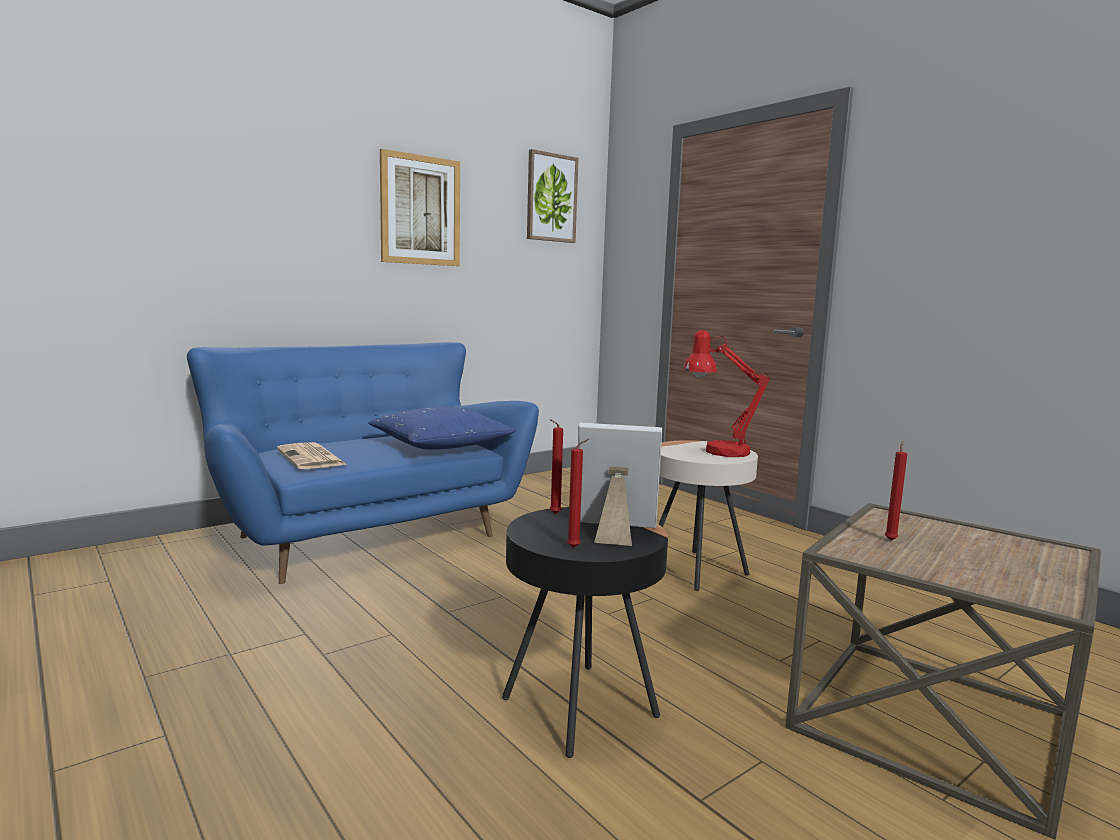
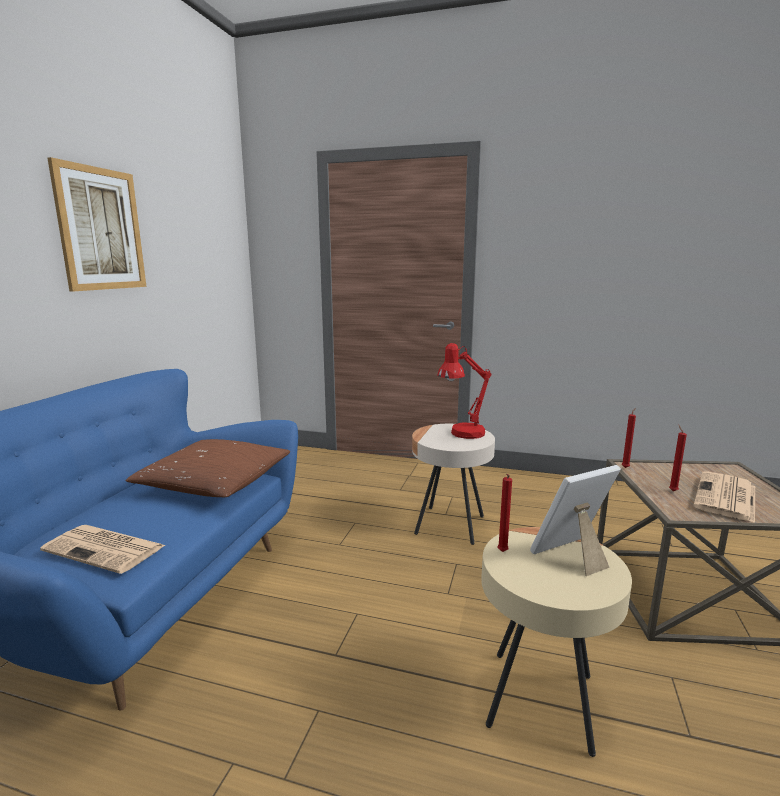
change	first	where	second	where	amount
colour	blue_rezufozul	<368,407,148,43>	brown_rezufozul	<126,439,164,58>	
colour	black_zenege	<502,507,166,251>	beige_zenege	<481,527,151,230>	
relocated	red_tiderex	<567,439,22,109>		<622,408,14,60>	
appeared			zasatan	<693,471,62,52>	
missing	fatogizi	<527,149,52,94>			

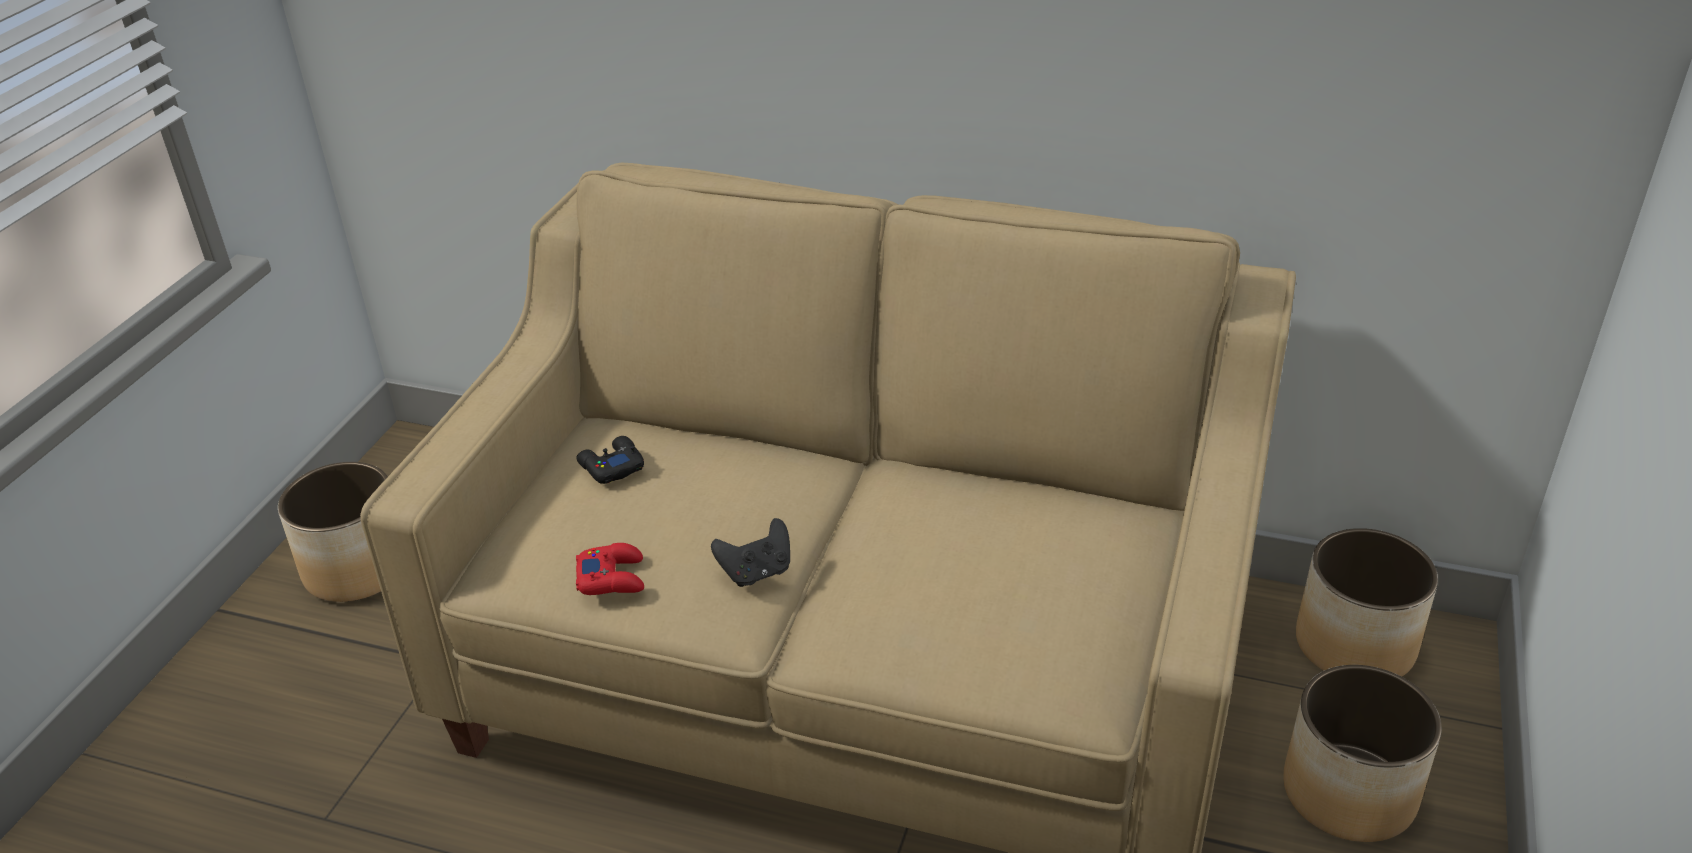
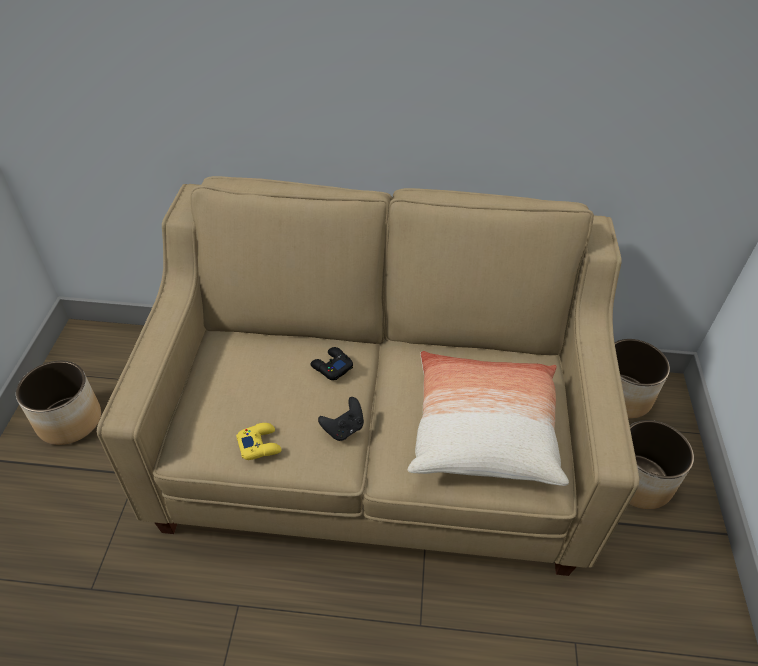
change	first	where	second	where	amount
colour	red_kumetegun	<576,543,68,52>	yellow_kumetegun	<236,423,46,37>	
relocated	black_kumetegun	<577,436,67,48>		<310,347,43,33>	
appeared			rezufozul	<408,351,161,135>	

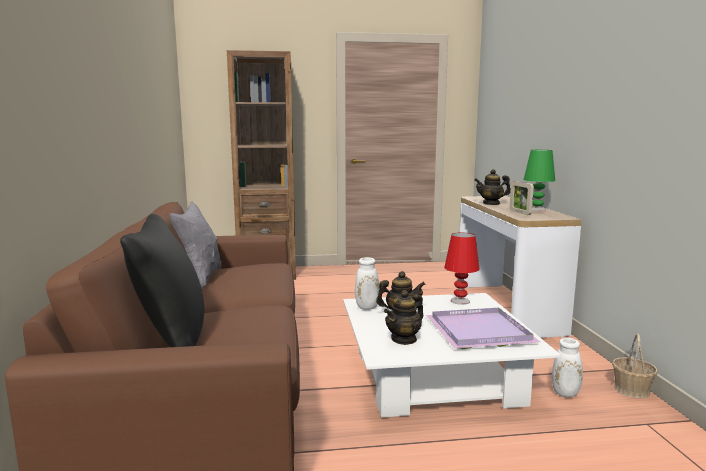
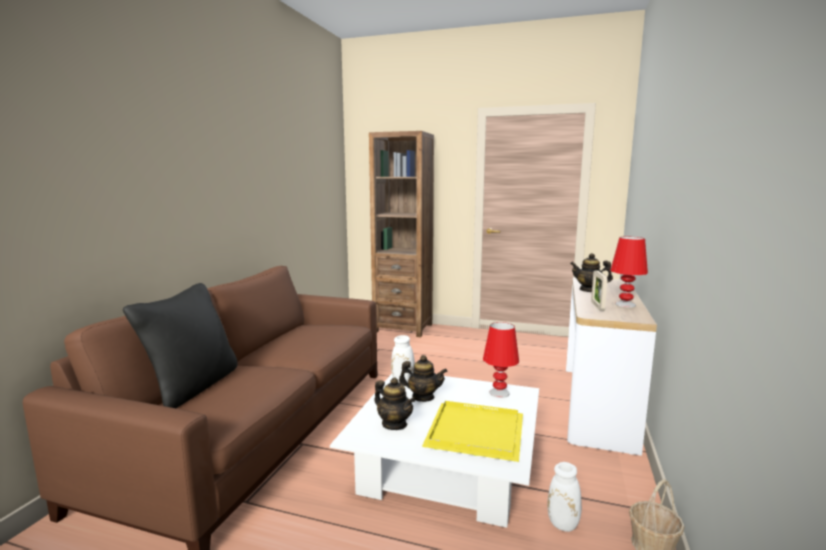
change	first	where	second	where	amount
spun	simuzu	<384,290,39,55>		<374,378,41,52>	120 degrees counterclockwise
colour	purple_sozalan	<426,308,114,42>	yellow_sozalan	<422,401,101,61>	
colour	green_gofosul	<523,150,32,62>	red_gofosul	<610,236,38,72>	
missing	grey_rezufozul	<170,201,51,88>			

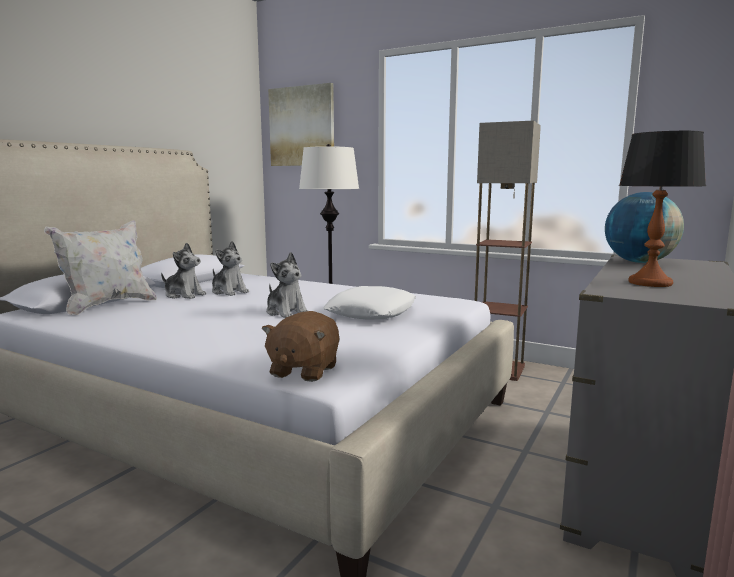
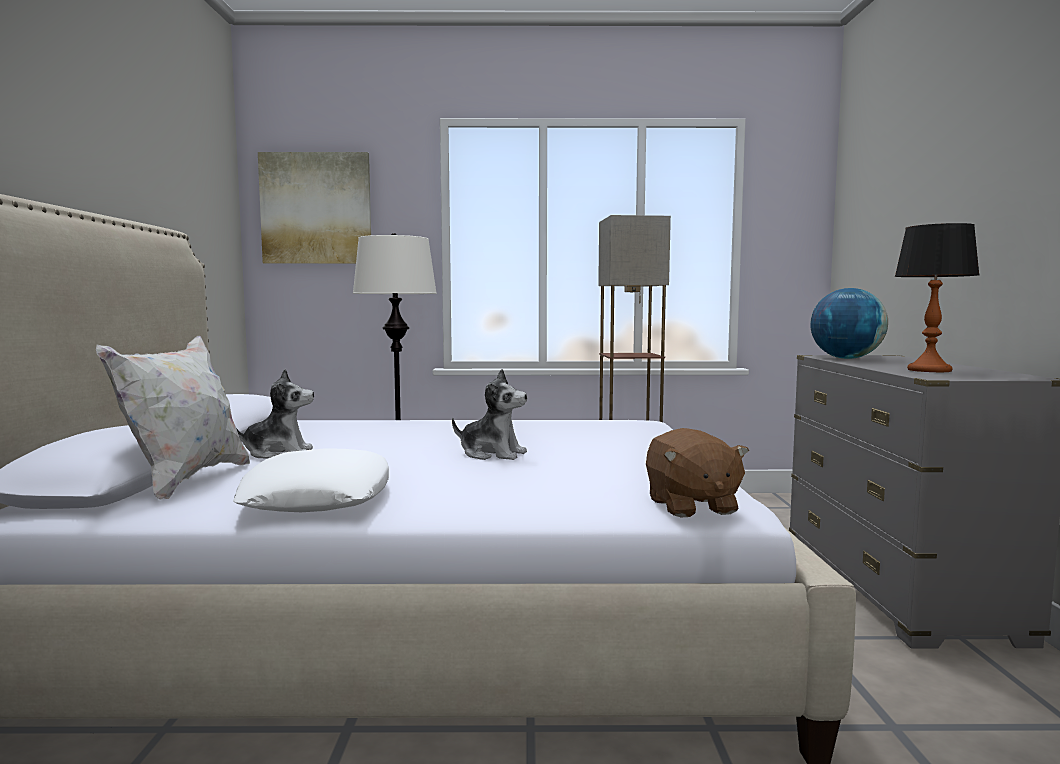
change	first	where	second	where	amount
relocated	white_rezufozul	<323,286,93,33>		<233,448,156,64>	
missing	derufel	<212,241,37,55>			

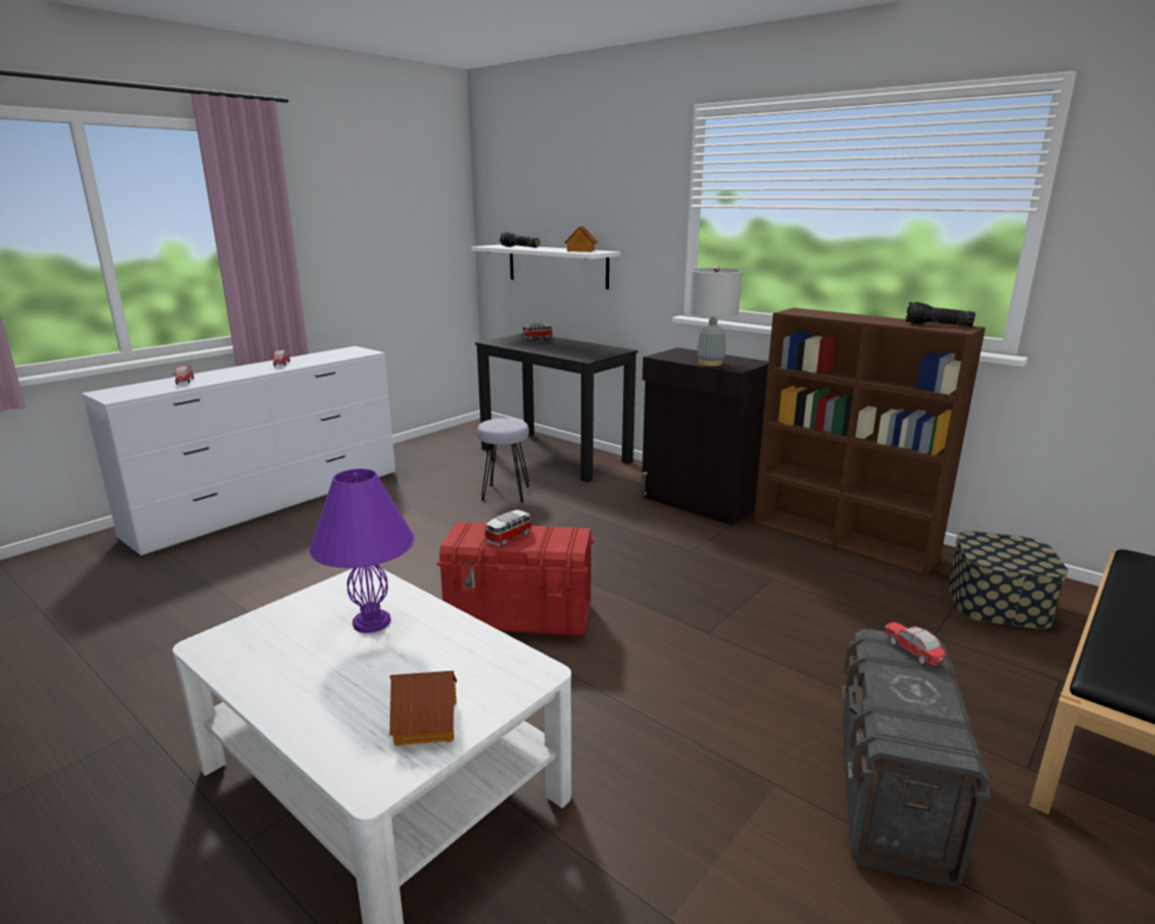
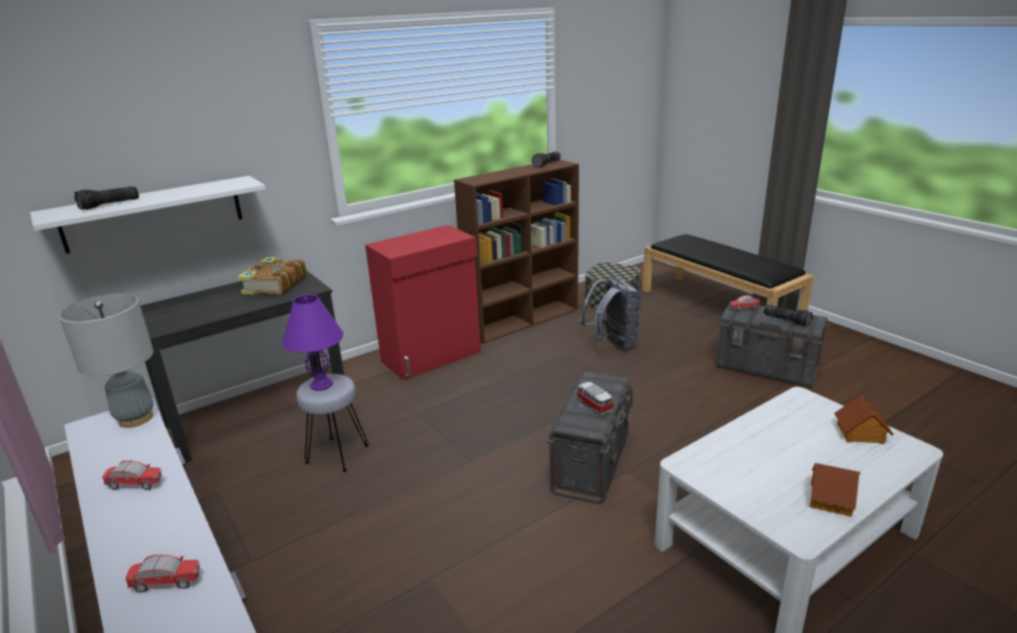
change	first	where	second	where	amount
relocated	grey_gofosul	<689,266,53,100>		<59,293,95,135>	
appeared			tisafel	<238,257,69,38>	
relocated	purple_gofosul	<309,469,106,164>		<282,294,62,97>	
colour	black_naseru	<641,348,128,177>	red_naseru	<365,225,116,155>	
colour	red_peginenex	<437,522,157,115>	grey_peginenex	<547,372,86,132>	
appeared			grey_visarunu	<580,277,61,74>	
appeared			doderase	<764,305,49,22>	
relocated	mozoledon	<564,226,34,26>		<810,463,50,54>	
missing	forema	<521,323,32,17>			

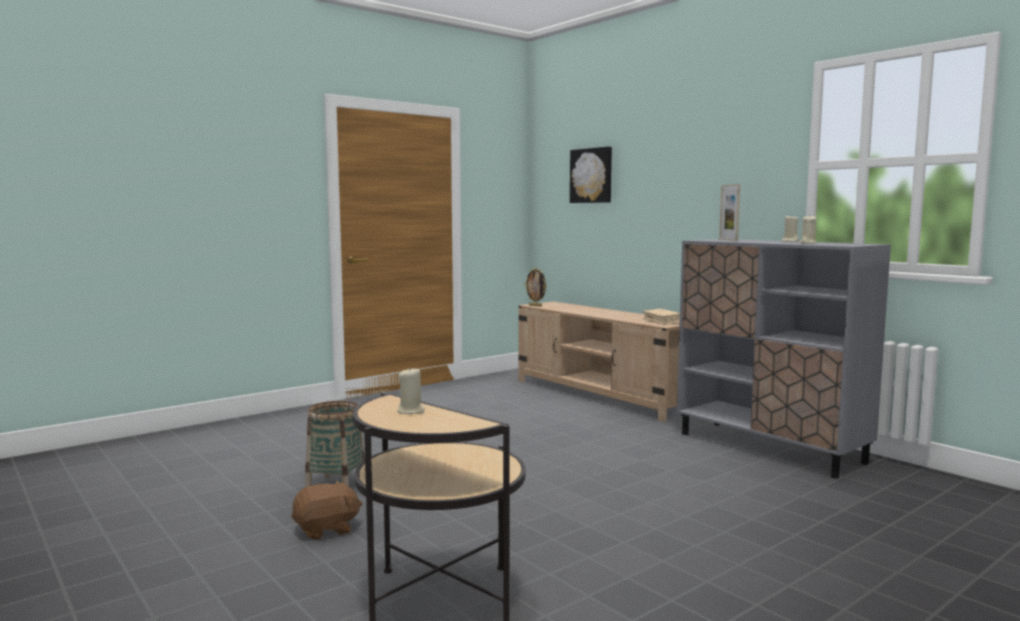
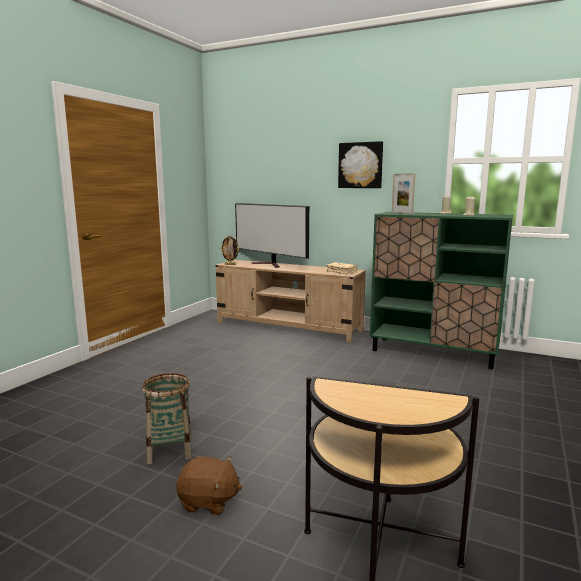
change	first	where	second	where	amount
spun	brown_derufel	<291,480,71,60>		<176,456,66,59>	60 degrees clockwise
appeared			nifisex	<235,203,74,65>	
relocated	fatogizi	<570,147,42,56>		<338,141,45,47>	
colour	grey_naseru	<677,239,214,240>	green_naseru	<370,212,143,157>	
missing	beige_tiderex	<397,367,28,47>			

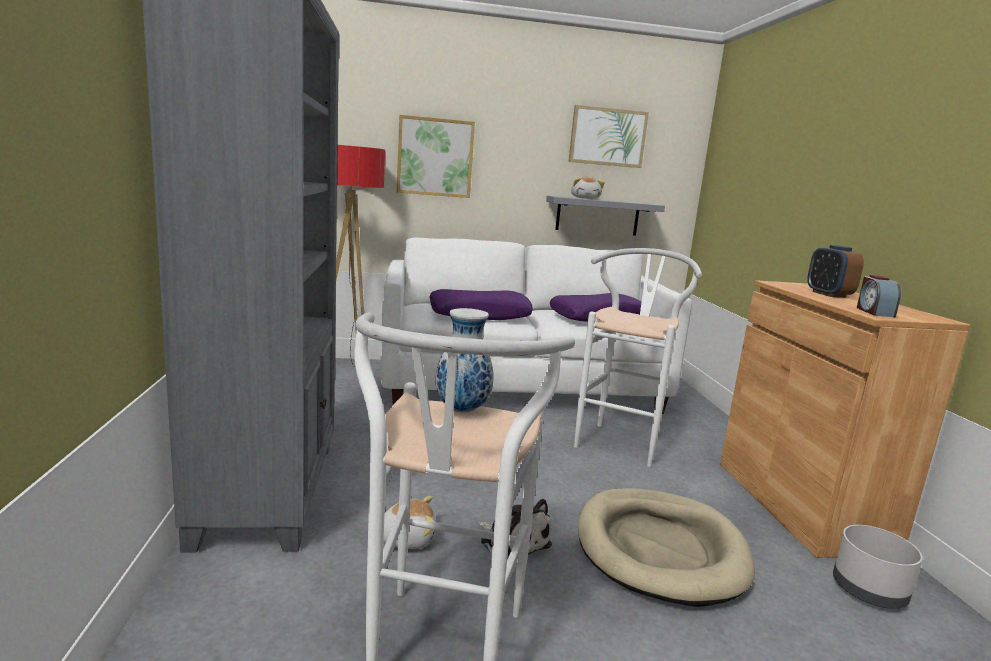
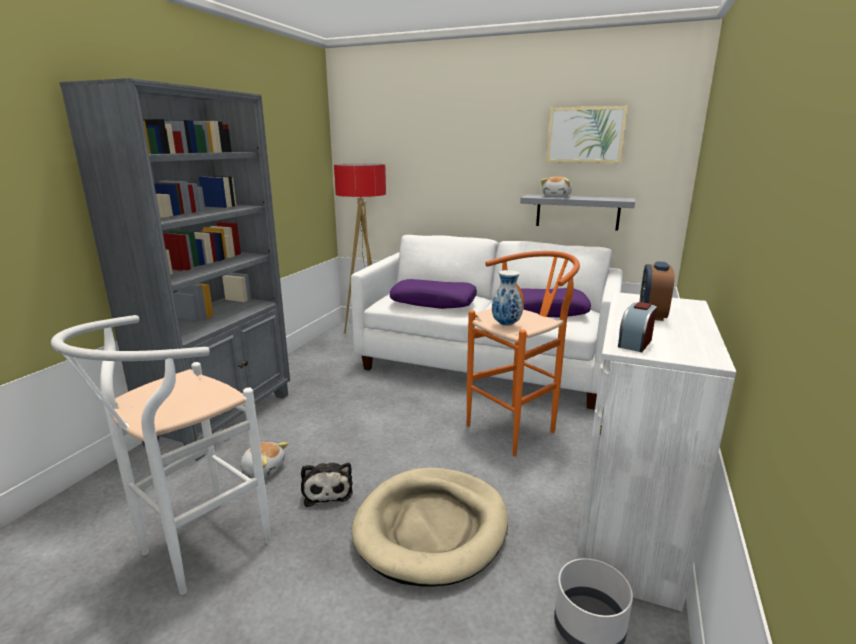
change	first	where	second	where	amount
colour	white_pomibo	<574,248,128,219>	orange_pomibo	<467,251,113,205>	
relocated	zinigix	<435,308,59,105>		<492,270,31,56>	
colour	brown_naseru	<720,280,250,278>	white_naseru	<576,292,160,320>	
missing	fatogizi	<397,115,78,83>			

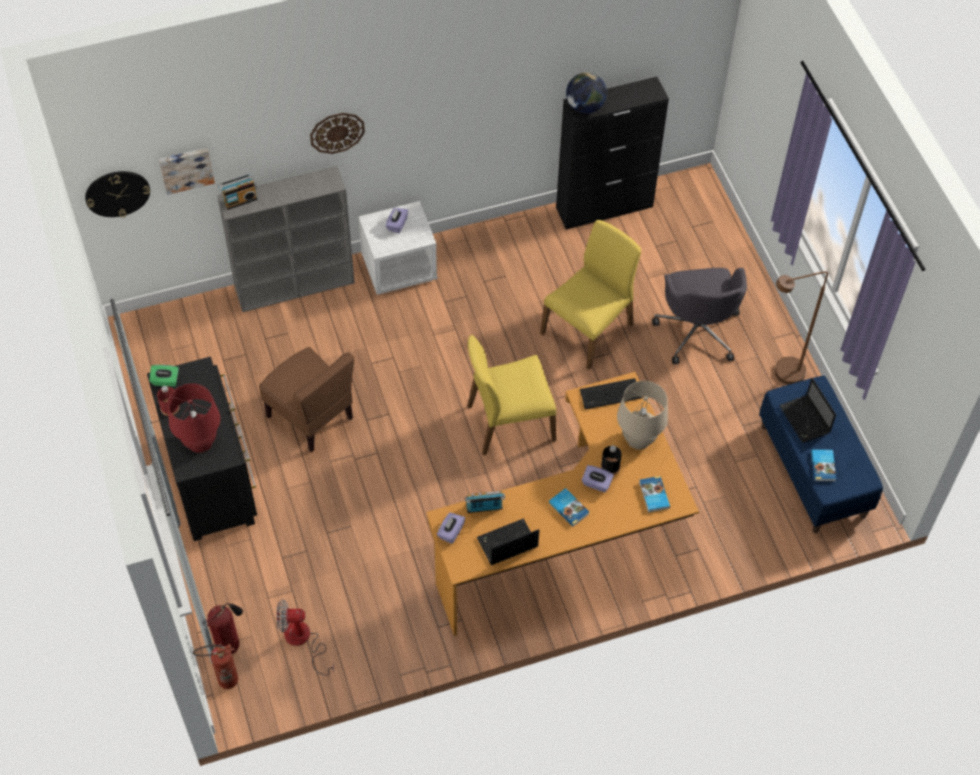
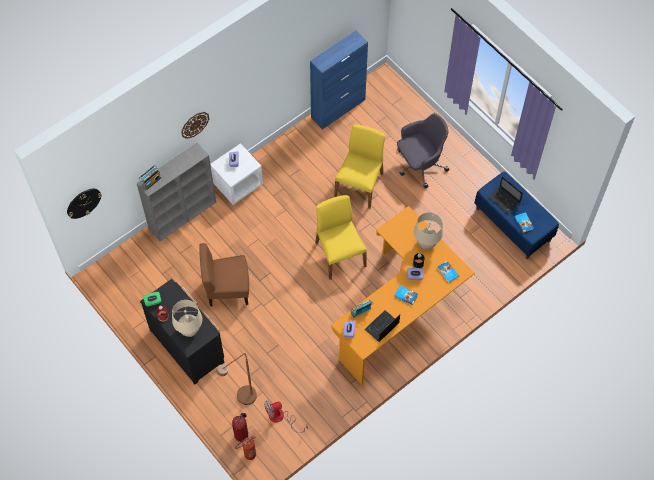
change	first	where	second	where	amount
colour	red_gofosul	<168,383,52,70>	beige_gofosul	<172,300,30,37>	
spun	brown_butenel	<259,347,95,105>		<199,243,50,63>	150 degrees clockwise
relocated	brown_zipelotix	<775,271,53,114>		<216,353,41,52>	
colour	black_naseru	<556,77,113,153>	blue_naseru	<310,31,58,99>	
spun	yellow_butenel	<467,335,89,120>		<315,195,52,84>	105 degrees clockwise
spun	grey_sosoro	<652,268,95,96>		<397,113,52,75>	90 degrees counterclockwise
missing	fatogizi	<158,148,57,47>			
missing	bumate	<566,72,41,42>			
missing	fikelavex	<580,378,63,31>			

